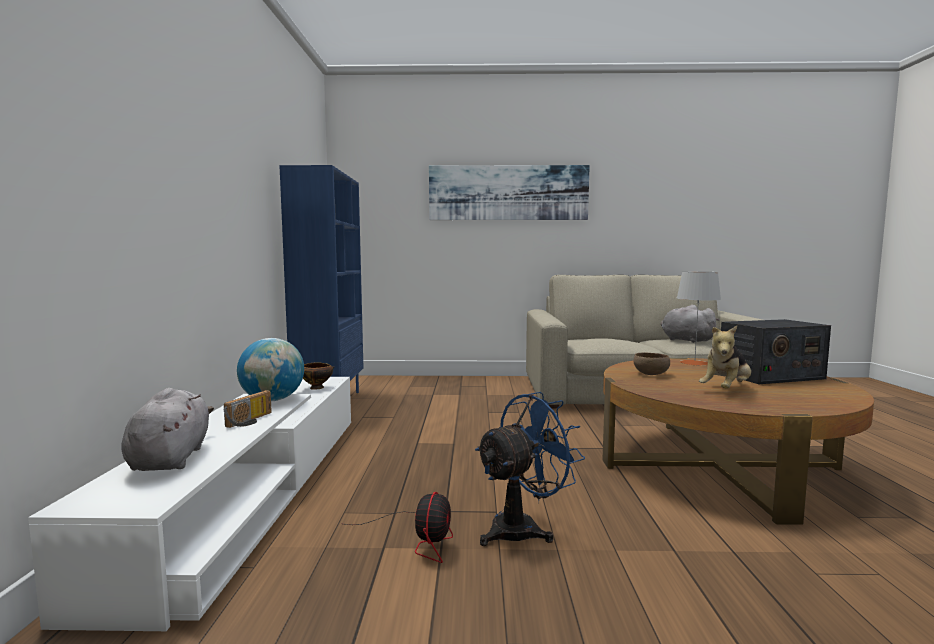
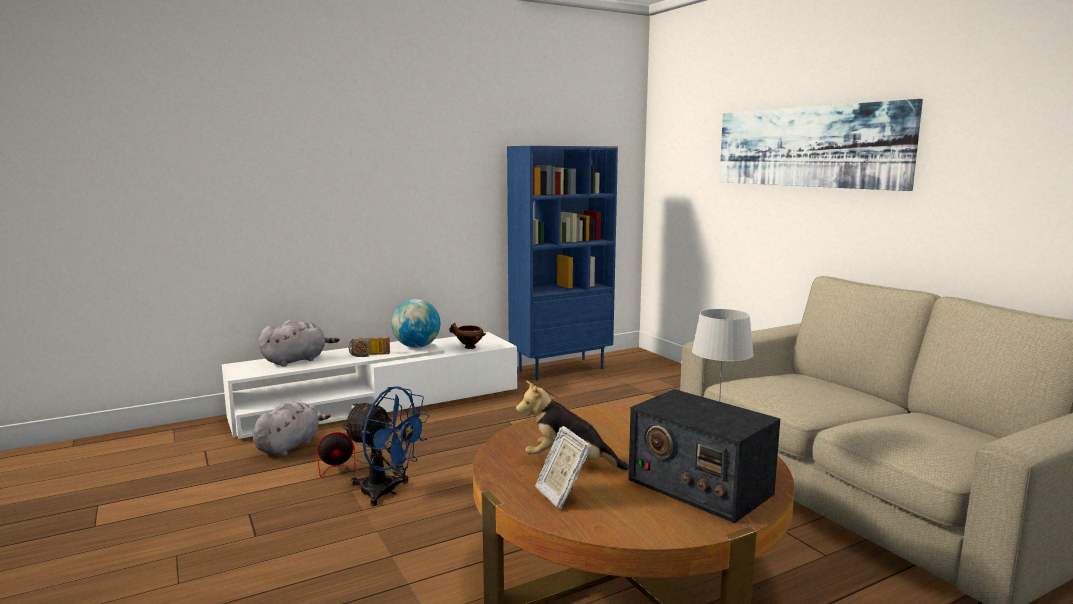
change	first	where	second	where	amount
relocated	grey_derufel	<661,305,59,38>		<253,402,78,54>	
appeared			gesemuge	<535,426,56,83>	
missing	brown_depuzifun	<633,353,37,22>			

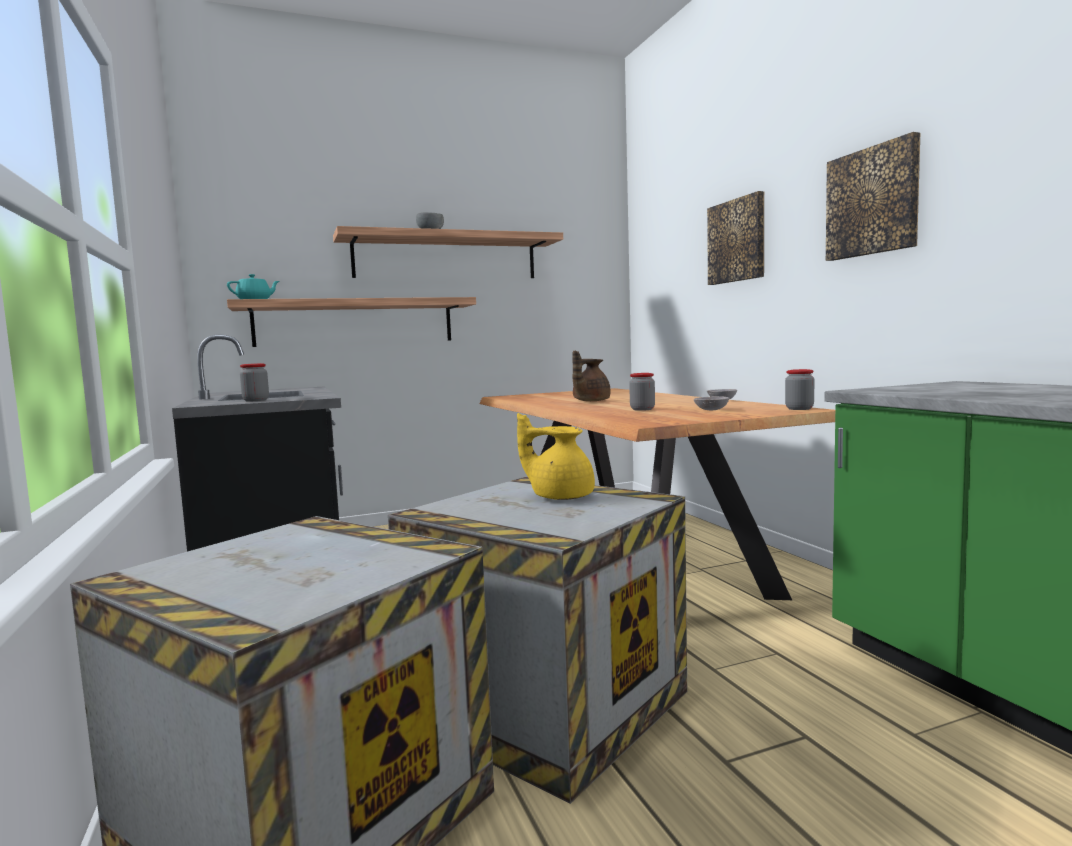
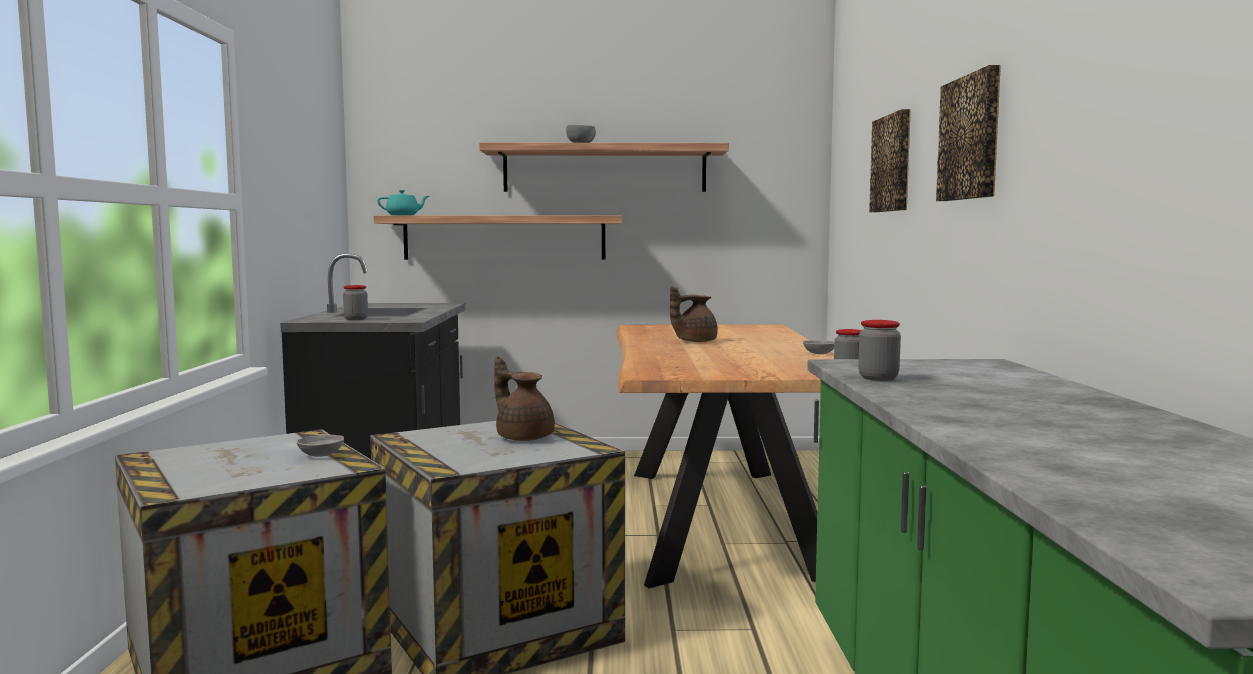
change	first	where	second	where	amount
relocated	grey_depuzifun	<694,396,35,14>		<296,435,48,22>	
colour	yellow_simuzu	<517,413,78,87>	brown_simuzu	<494,356,61,85>	
relocated	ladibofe	<629,373,26,38>		<858,320,43,61>	

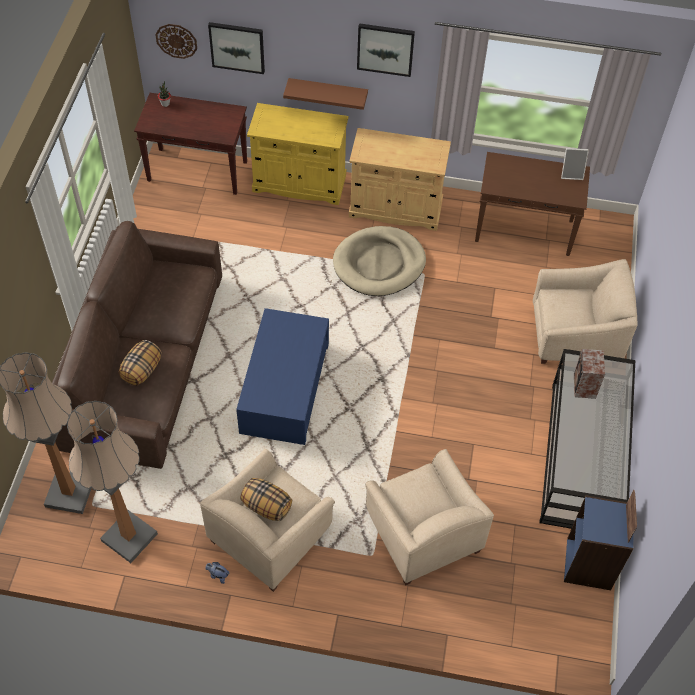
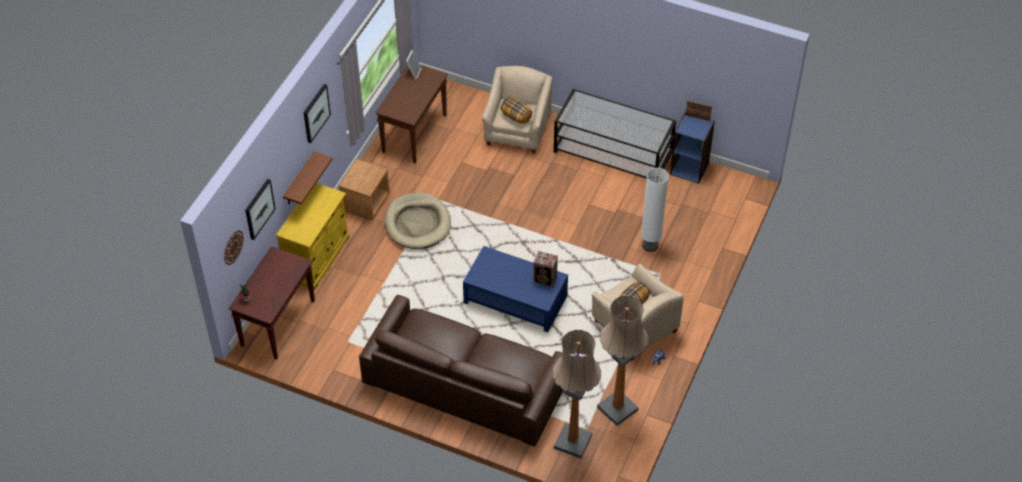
change	first	where	second	where	amount
exchanged	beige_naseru	<349,128,102,103>	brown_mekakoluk	<339,159,51,61>	
relocated	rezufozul	<119,340,43,46>		<501,97,31,27>	
relocated	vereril	<574,349,31,50>		<533,251,25,36>	
exchanged	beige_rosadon	<365,449,129,136>	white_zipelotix	<641,168,28,84>	

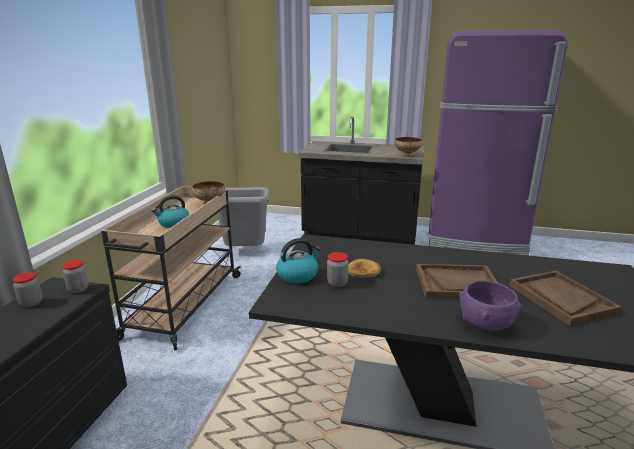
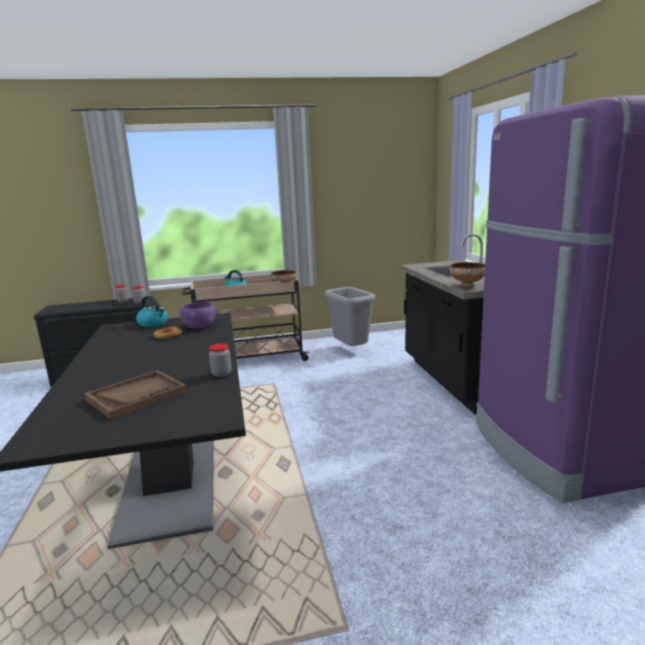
change	first	where	second	where	amount
relocated	purple_depuzifun	<459,281,63,50>		<179,302,38,27>	
relocated	ladibofe	<327,252,22,35>		<209,343,23,34>	
missing	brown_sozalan	<416,264,82,35>			

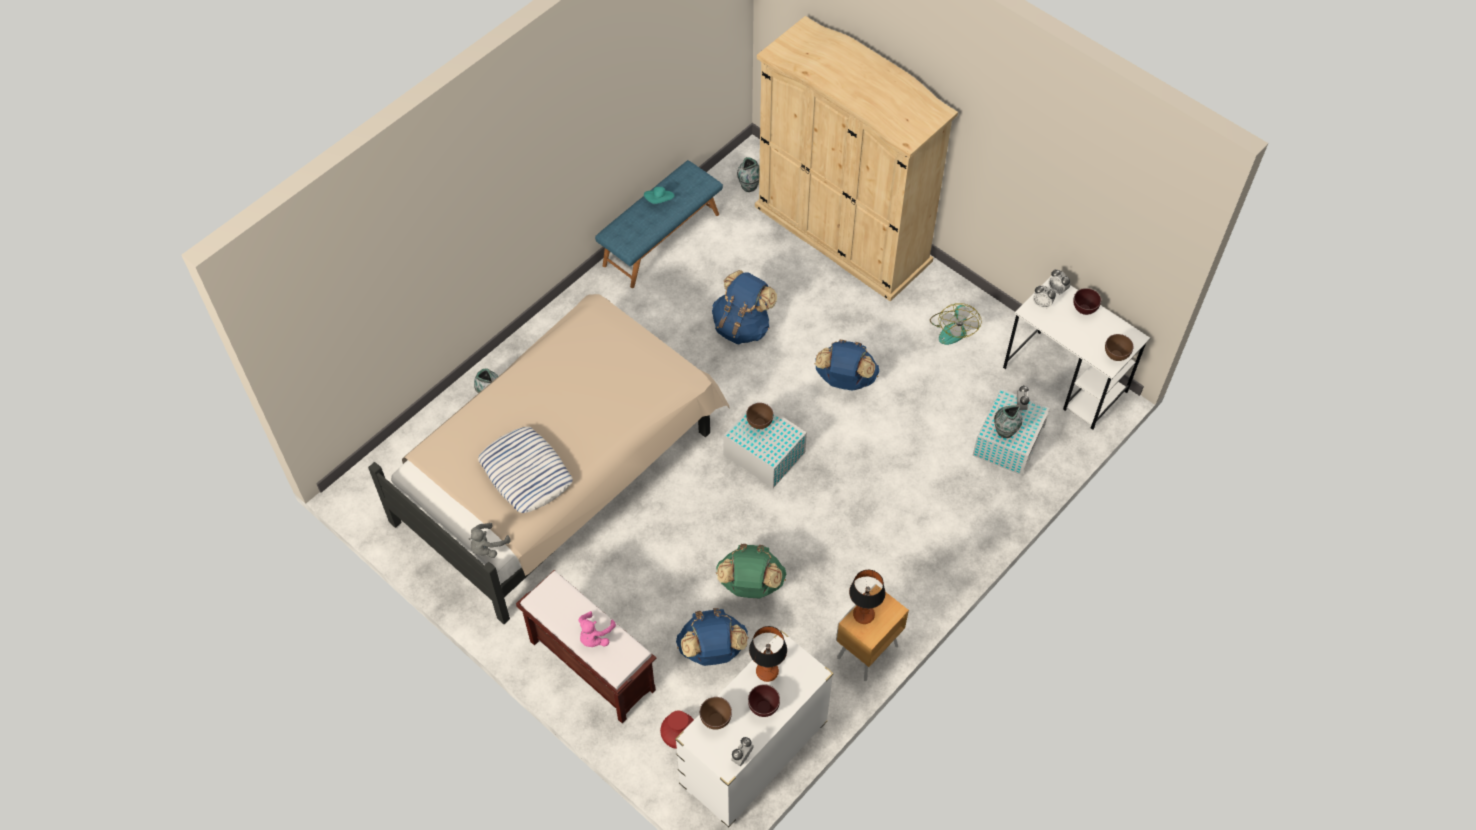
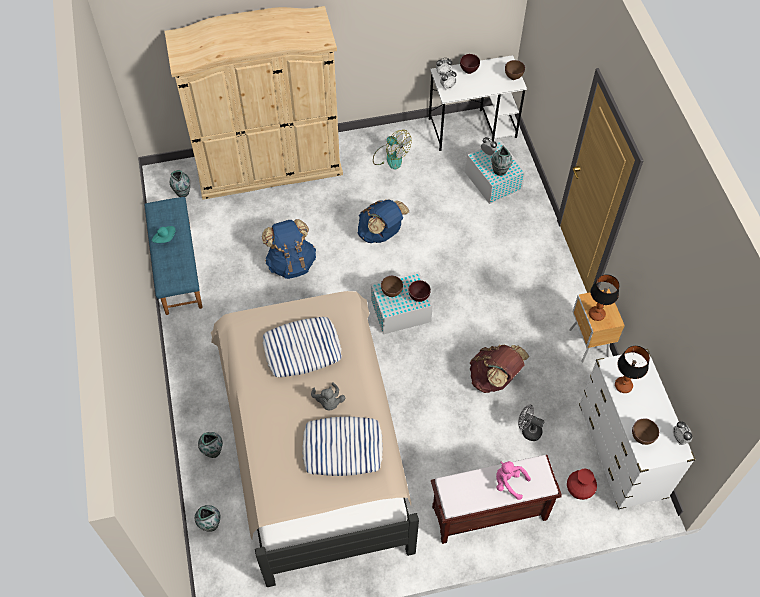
change	first	where	second	where	amount
appeared			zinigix	<195,505,26,27>	
appeared			rezufozul	<262,317,80,60>	
relocated	grey_derufel	<468,523,43,35>		<311,382,34,28>	
relocated	brown_depuzifun	<748,684,32,33>		<409,280,22,22>	
colour	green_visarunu	<716,544,70,54>	brown_visarunu	<470,345,59,48>	
spun	pink_derufel	<578,611,38,36>		<496,461,35,39>	150 degrees clockwise
exchanged	blue_visarunu	<676,608,72,58>	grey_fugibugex	<518,404,27,37>	

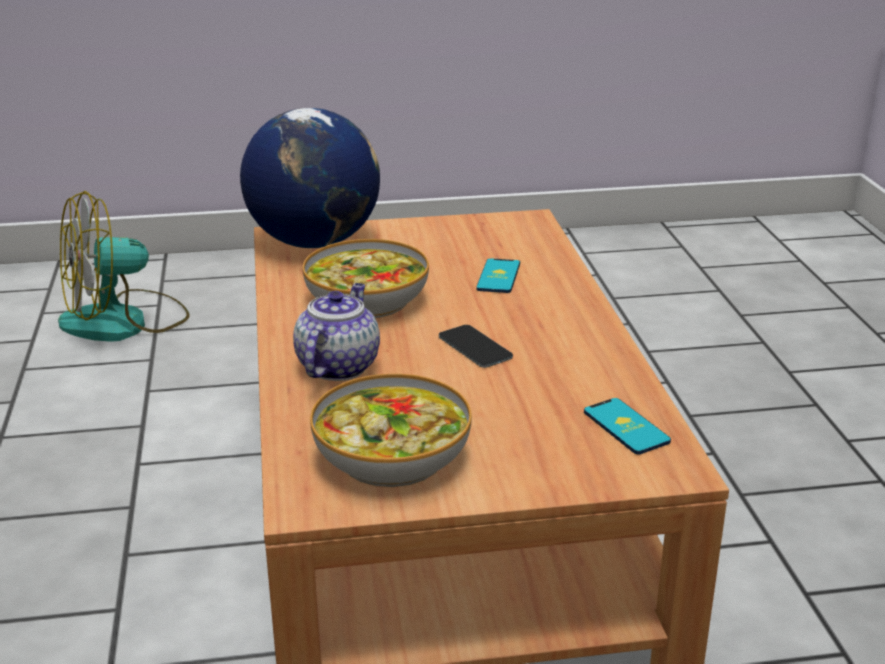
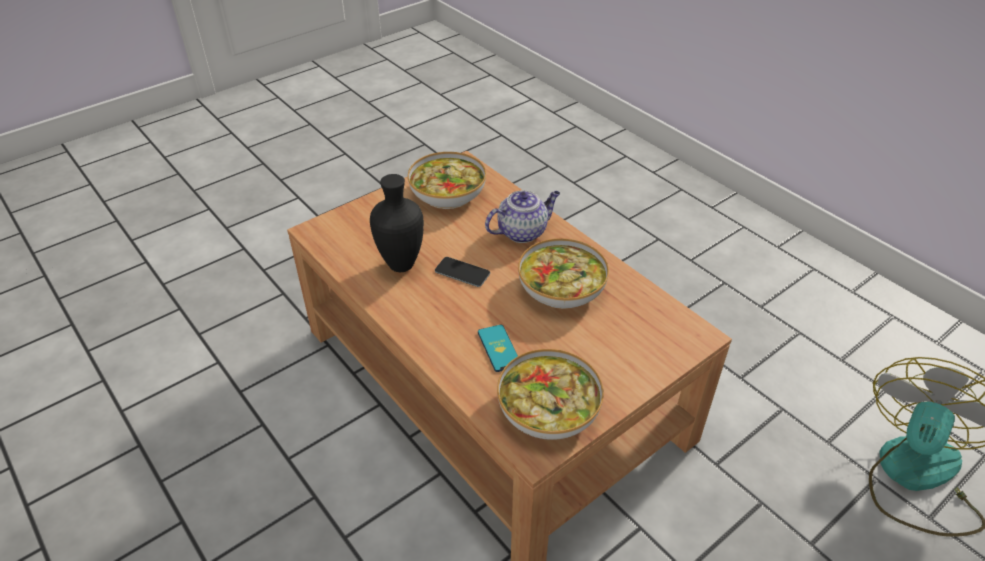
change	first	where	second	where	amount
appeared			black_zinigix	<370,174,54,98>	
spun	simuzu	<293,283,87,98>		<485,190,75,53>	105 degrees counterclockwise
appeared			depuzifun	<497,349,107,91>	
missing	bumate	<240,108,140,140>			
missing	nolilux	<584,398,87,57>			

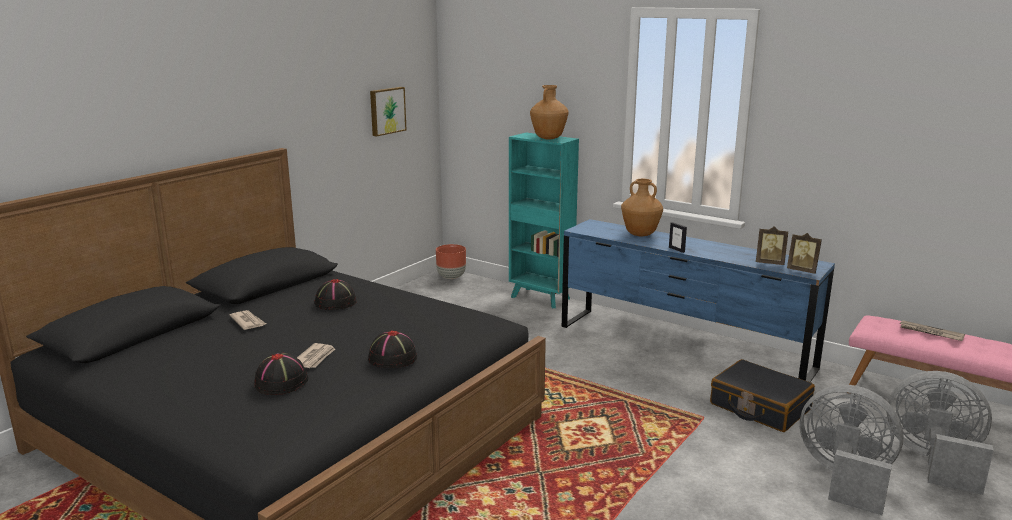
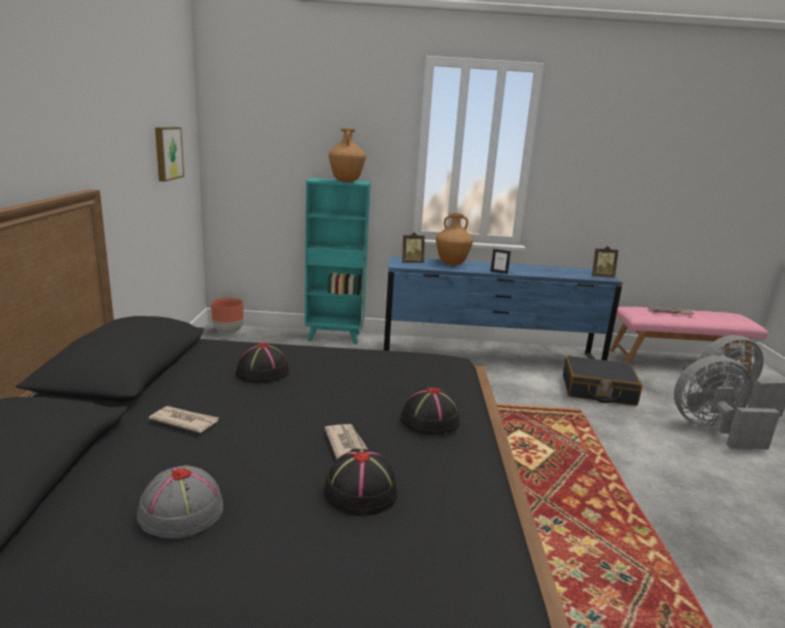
change	first	where	second	where	amount
appeared			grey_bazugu	<137,465,86,74>	
relocated	gesemuge	<756,226,32,39>		<402,232,23,31>	

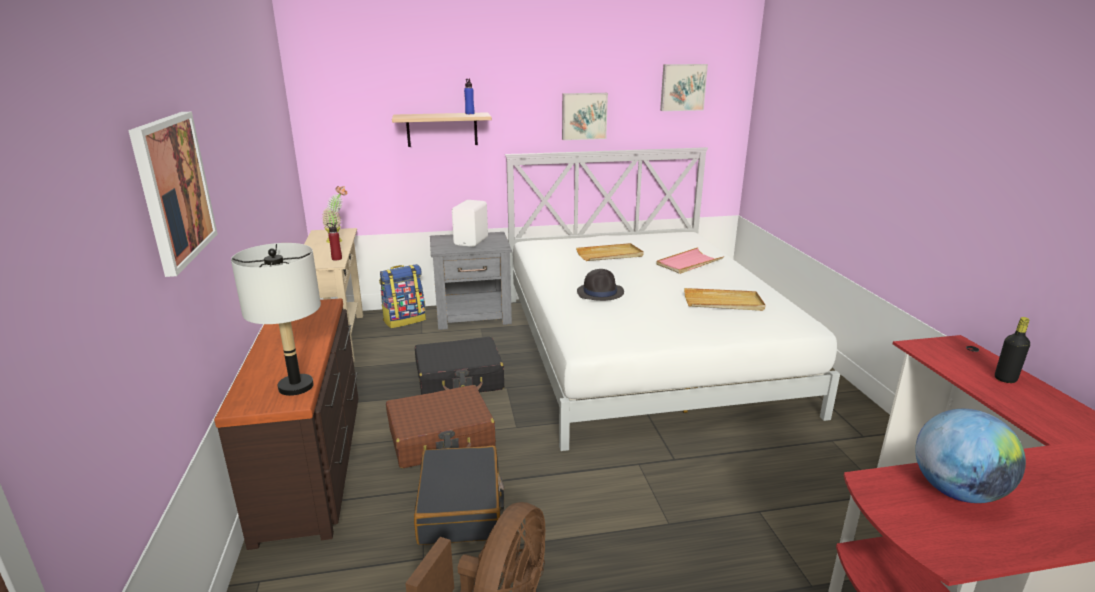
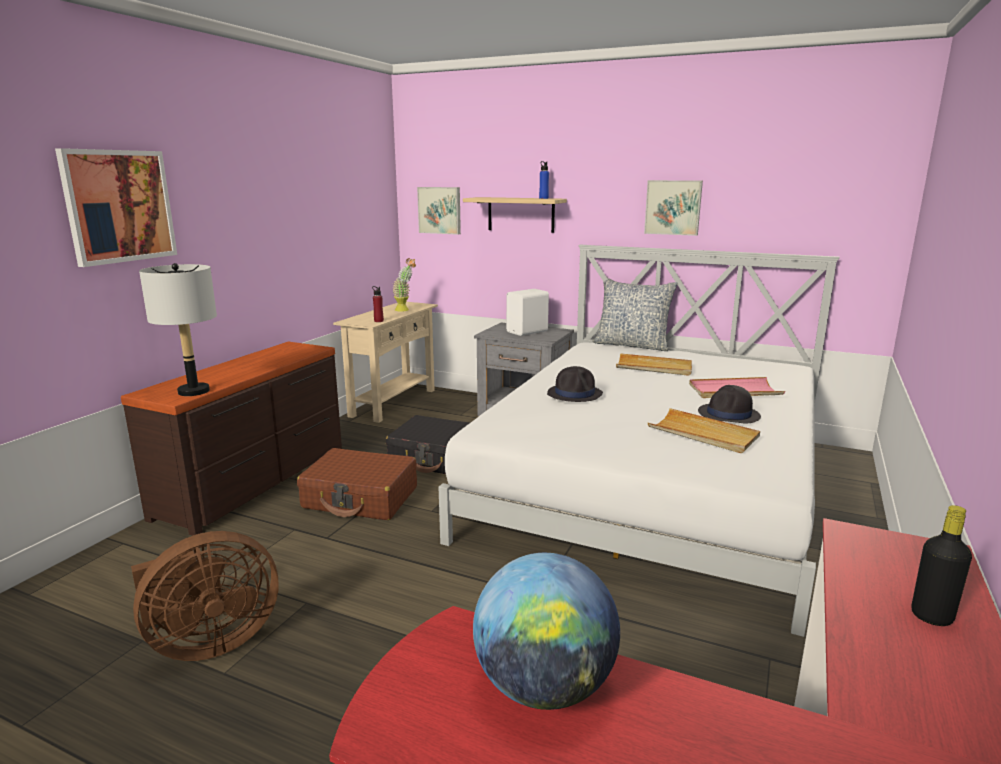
change	first	where	second	where	amount
relocated	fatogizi	<660,64,48,47>		<417,187,44,48>	
appeared			rezufozul	<592,278,86,73>	
appeared			black_bazugu	<698,385,63,39>	
missing	visarunu	<379,264,47,64>			
missing	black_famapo	<414,446,91,99>			

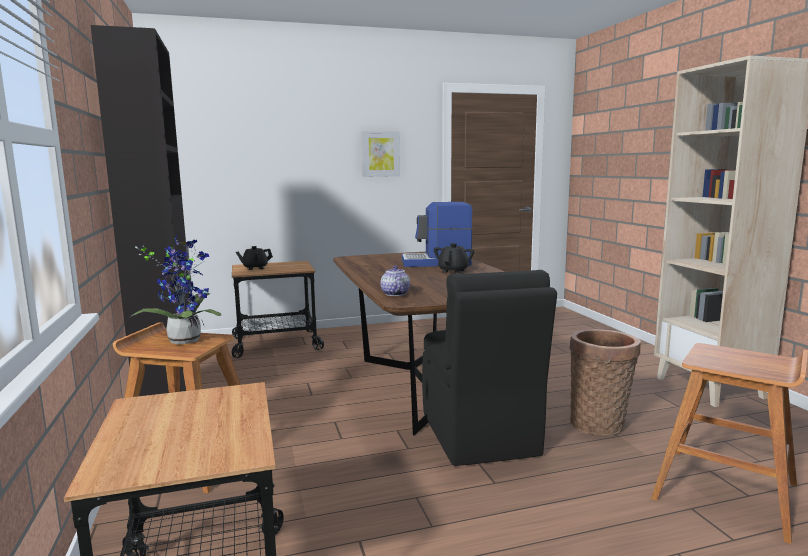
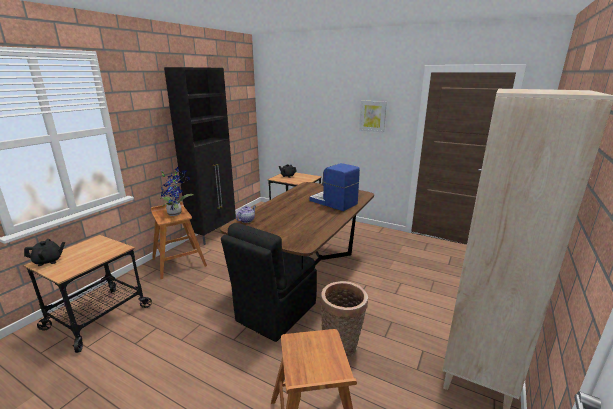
change	first	where	second	where	amount
relocated	black_simuzu	<434,243,40,31>		<24,239,41,27>	

